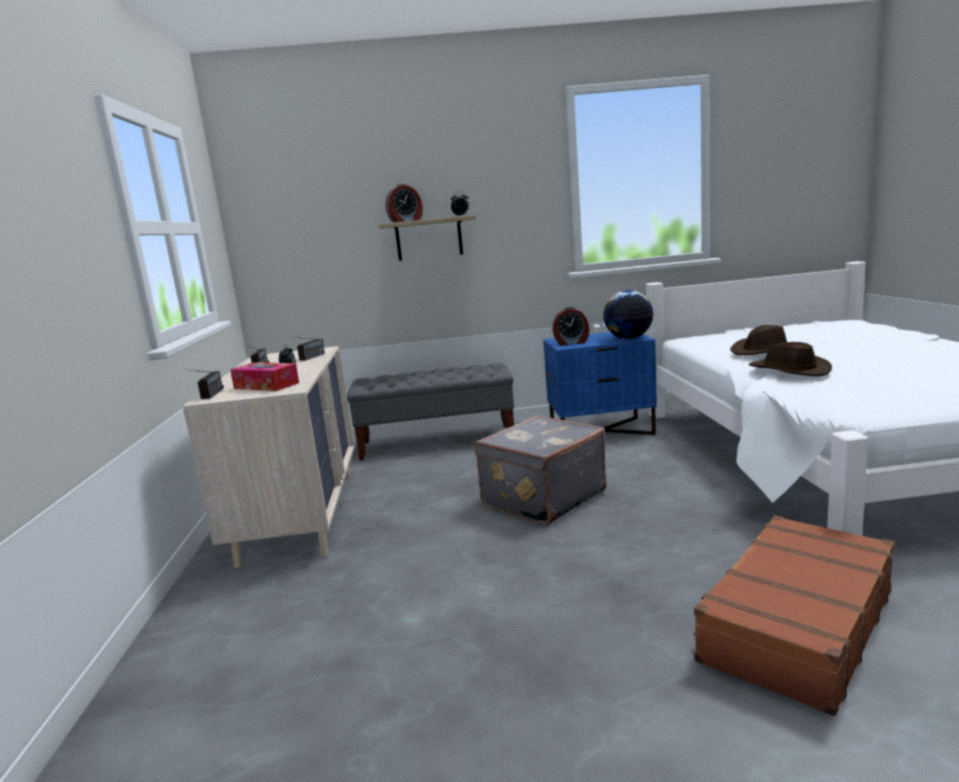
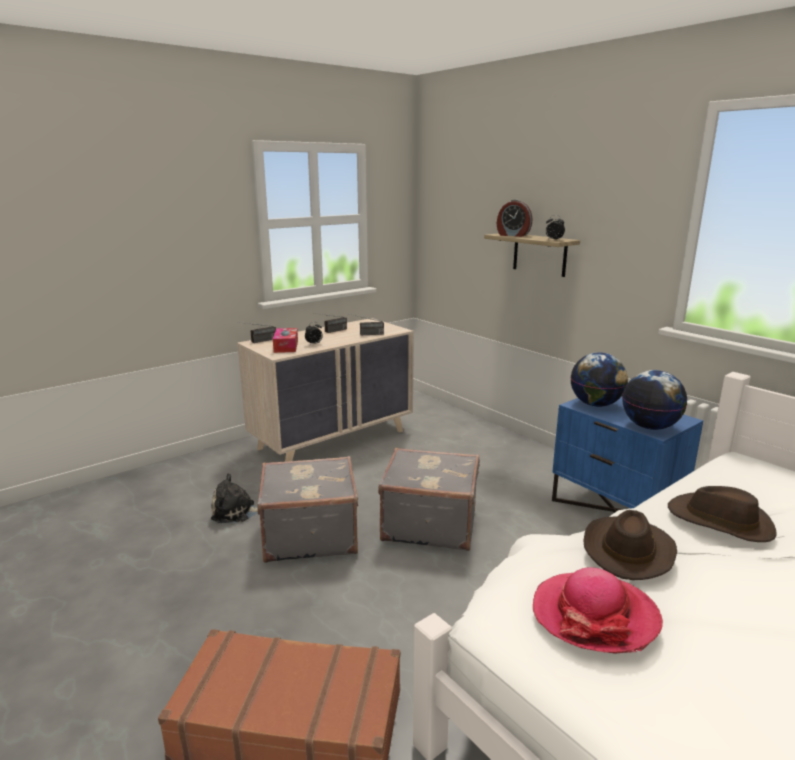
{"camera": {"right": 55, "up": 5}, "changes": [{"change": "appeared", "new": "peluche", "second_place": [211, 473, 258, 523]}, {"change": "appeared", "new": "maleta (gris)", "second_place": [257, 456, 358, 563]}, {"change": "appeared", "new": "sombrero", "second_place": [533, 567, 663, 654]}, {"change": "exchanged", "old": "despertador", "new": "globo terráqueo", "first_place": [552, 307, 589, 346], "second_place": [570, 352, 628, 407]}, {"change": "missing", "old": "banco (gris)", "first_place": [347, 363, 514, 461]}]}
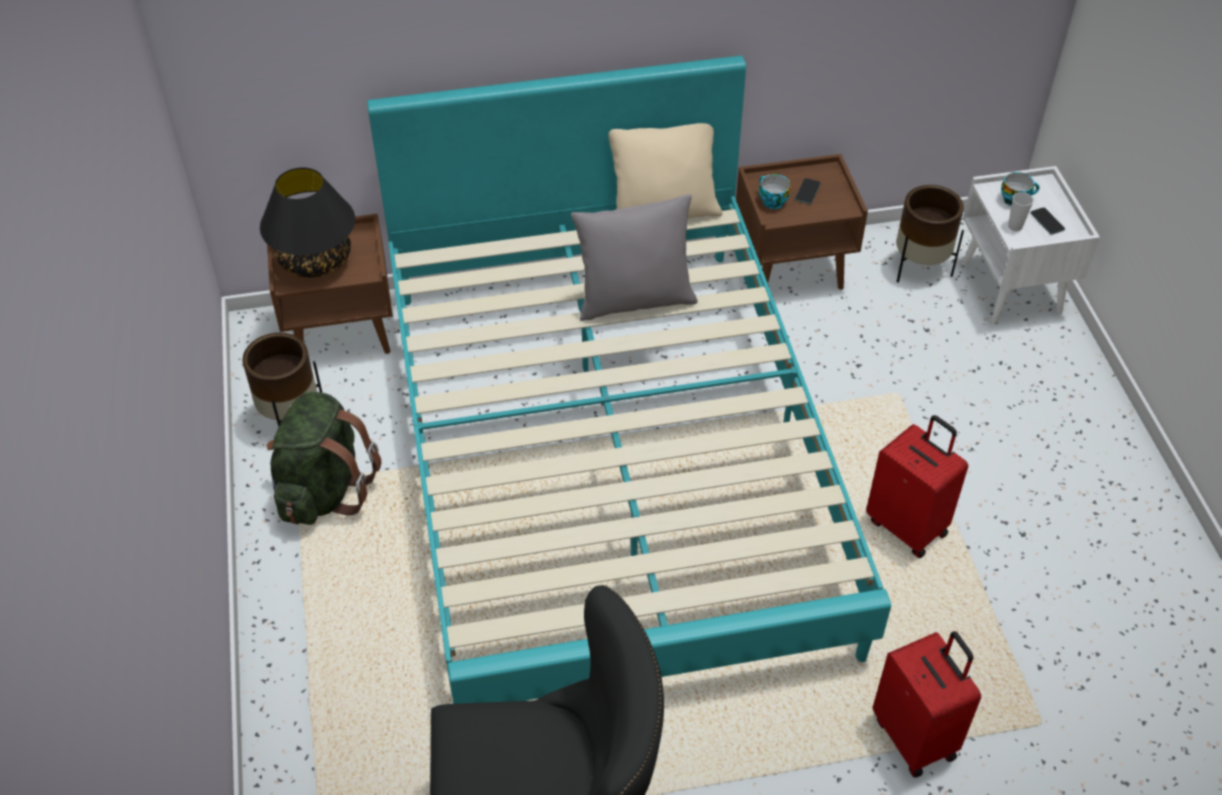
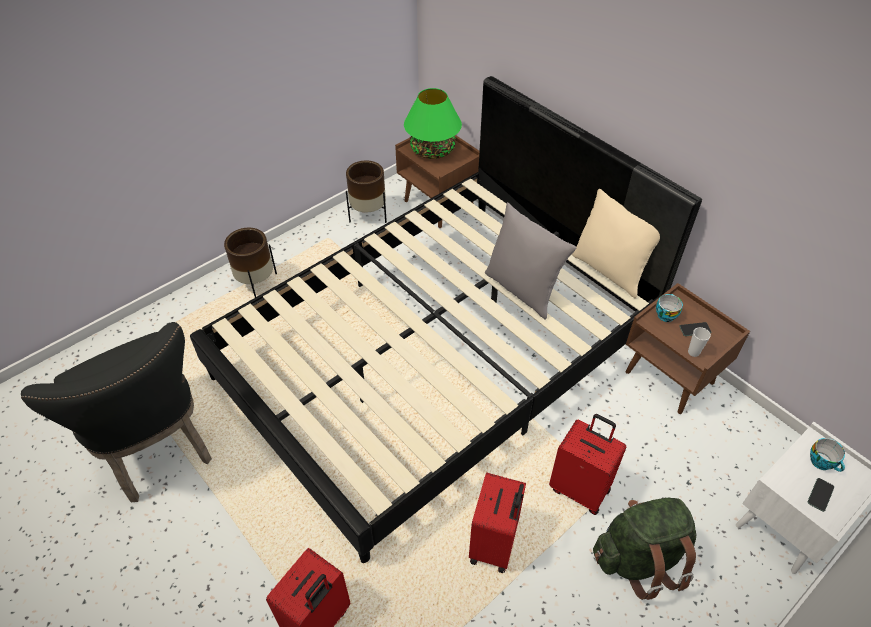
{"camera": {"right": 60, "up": 0}, "changes": [{"change": "colour", "old": "cama (turquesa)", "new": "cama (negro)", "first_place": [367, 56, 891, 704], "second_place": [190, 76, 702, 563]}, {"change": "relocated", "old": "maceta (marrón)", "first_place": [896, 185, 964, 283], "second_place": [224, 228, 277, 298]}, {"change": "colour", "old": "lámpara de mesa (negro)", "new": "lámpara de mesa (verde)", "first_place": [260, 167, 355, 278], "second_place": [404, 88, 462, 159]}, {"change": "appeared", "new": "maleta (rojo)", "second_place": [549, 414, 626, 515]}, {"change": "relocated", "old": "mochila (verde)", "first_place": [266, 392, 381, 525], "second_place": [593, 497, 697, 600]}, {"change": "relocated", "old": "taza", "first_place": [1008, 192, 1034, 231], "second_place": [688, 327, 711, 357]}]}
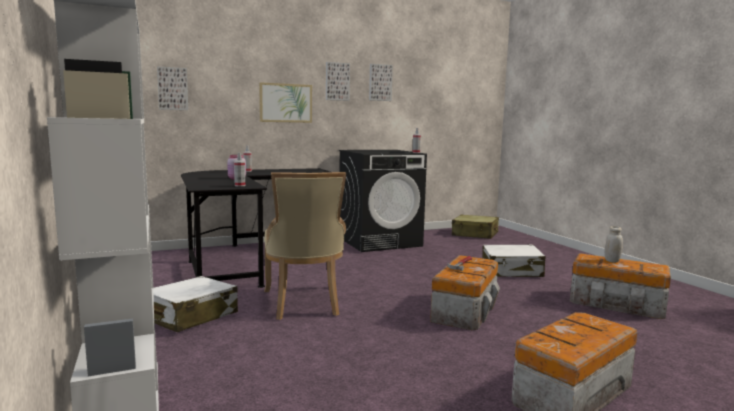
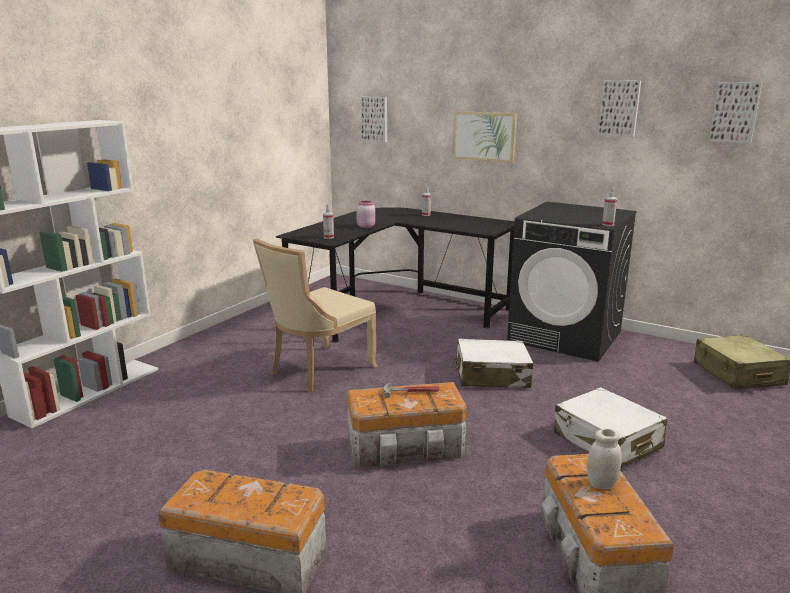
{"camera": {"right": 55, "up": 10}, "changes": [{"change": "relocated", "old": "maleta (blanco)", "first_place": [153, 276, 238, 332], "second_place": [453, 338, 533, 388]}, {"change": "relocated", "old": "cuadro", "first_place": [326, 62, 350, 101], "second_place": [709, 82, 762, 144]}]}
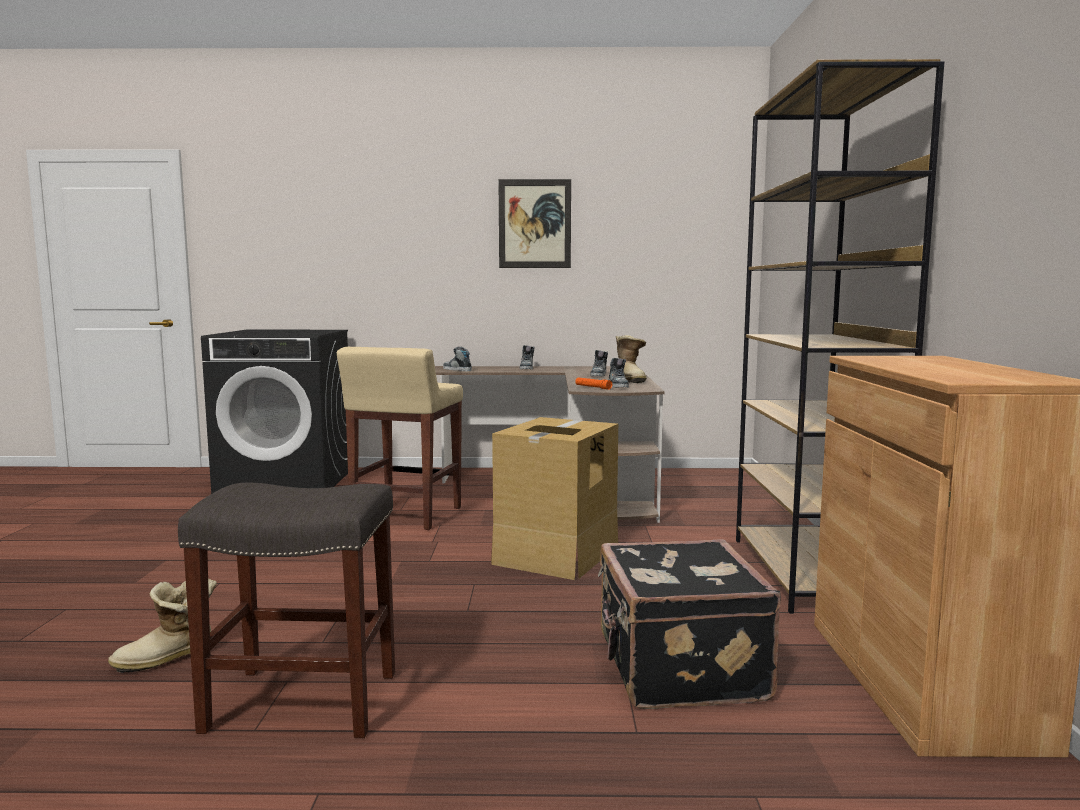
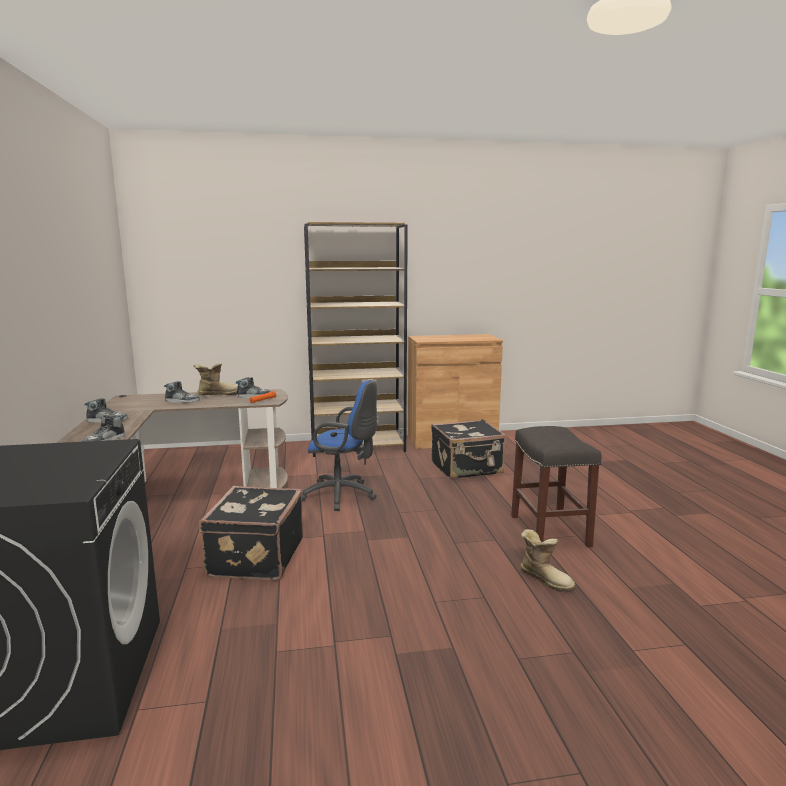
{"camera": {"right": -100, "up": 5}, "changes": [{"change": "exchanged", "old": "taburete (beis)", "new": "maleta (negro)", "first_place": [337, 347, 463, 530], "second_place": [199, 486, 303, 580]}, {"change": "exchanged", "old": "caja de cartón", "new": "silla de oficina (azul)", "first_place": [491, 417, 618, 580], "second_place": [302, 380, 377, 511]}, {"change": "missing", "old": "cuadro", "first_place": [498, 179, 571, 268]}]}
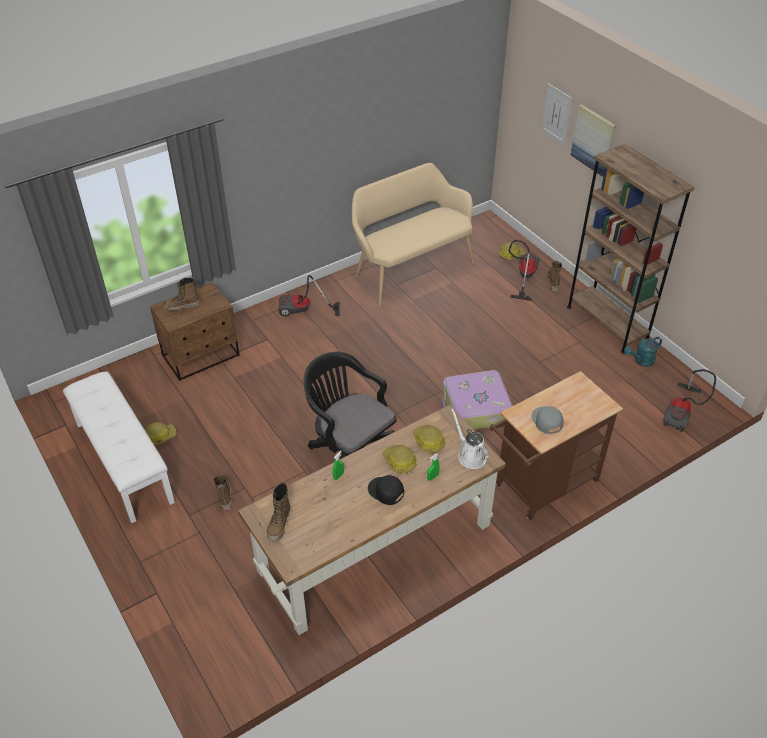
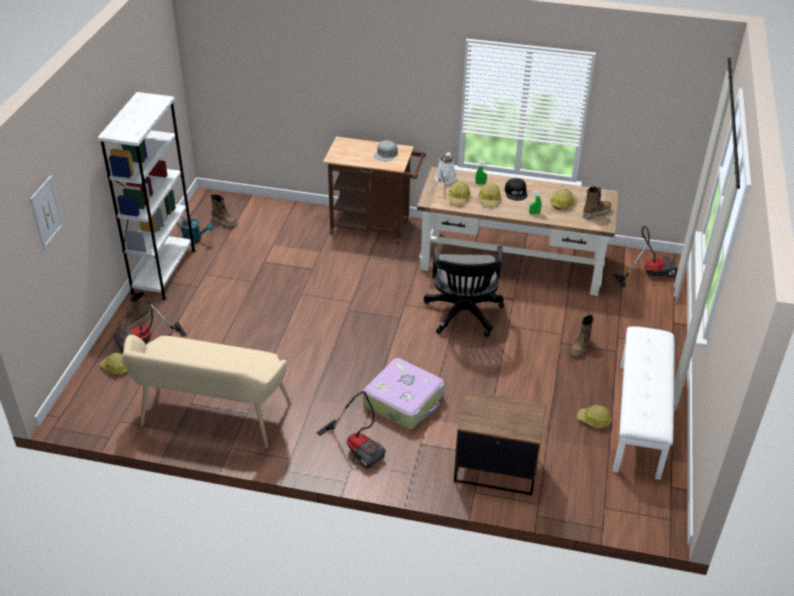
{"camera": {"right": -135, "up": -5}, "changes": [{"change": "colour", "old": "estantería (marrón)", "new": "estantería (blanco)", "first_place": [567, 144, 695, 353], "second_place": [97, 92, 196, 300]}, {"change": "relocated", "old": "bota", "first_place": [164, 277, 200, 311], "second_place": [210, 194, 237, 228]}, {"change": "relocated", "old": "maleta", "first_place": [442, 370, 513, 430], "second_place": [363, 358, 444, 429]}, {"change": "appeared", "new": "casco", "second_place": [550, 189, 578, 209]}, {"change": "relocated", "old": "aspiradora", "first_place": [663, 369, 716, 432], "second_place": [613, 226, 678, 288]}, {"change": "missing", "old": "cuadro", "first_place": [571, 104, 616, 177]}]}
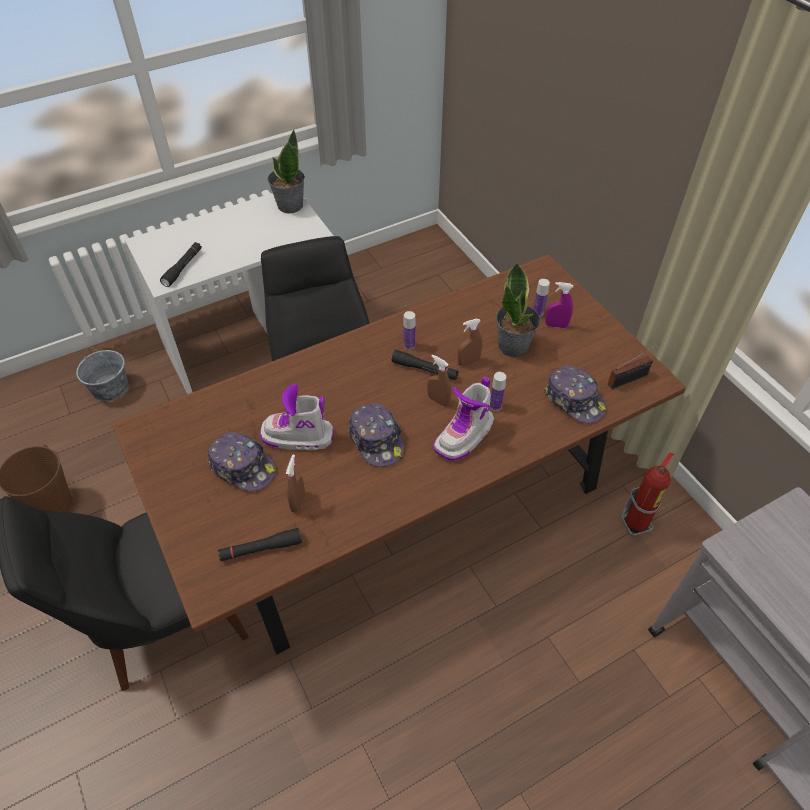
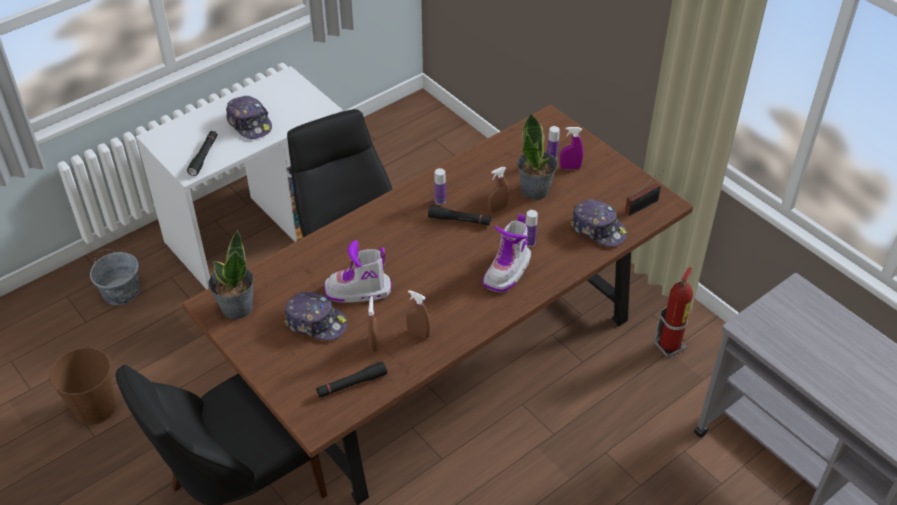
{"camera": {"right": -10, "up": -5}, "changes": [{"change": "relocated", "old": "planta en maceta", "first_place": [267, 130, 305, 214], "second_place": [209, 230, 254, 320]}, {"change": "relocated", "old": "gorra", "first_place": [348, 403, 405, 467], "second_place": [226, 96, 272, 139]}, {"change": "relocated", "old": "pulverizador (marrón)", "first_place": [427, 354, 451, 406], "second_place": [406, 290, 431, 339]}]}
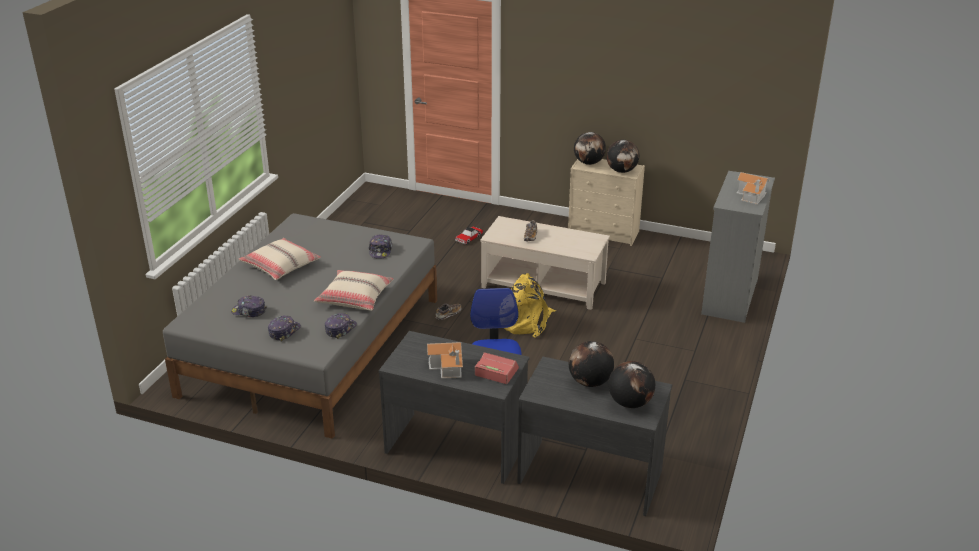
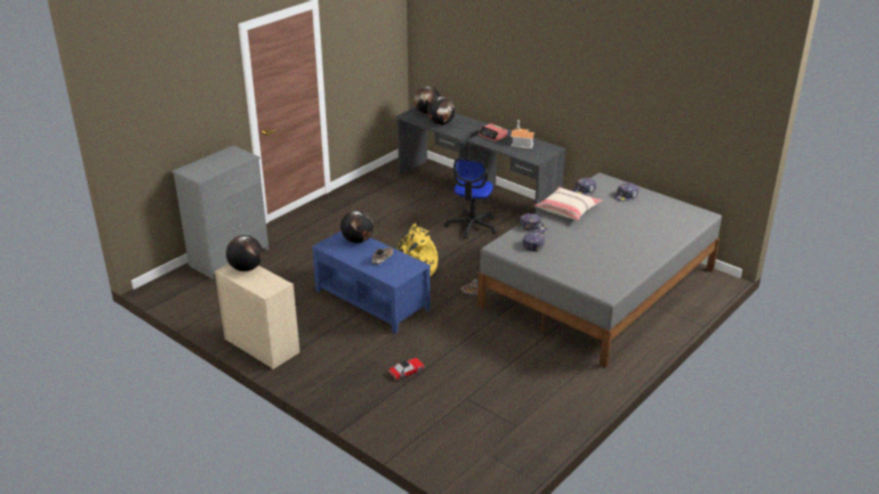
{"camera": {"right": -160, "up": 0}, "changes": [{"change": "colour", "old": "mesa de centro (beis)", "new": "mesa de centro (azul)", "first_place": [480, 216, 610, 310], "second_place": [312, 231, 431, 334]}, {"change": "relocated", "old": "globo terráqueo", "first_place": [574, 132, 606, 165], "second_place": [340, 210, 373, 243]}, {"change": "relocated", "old": "gorra", "first_place": [231, 295, 267, 317], "second_place": [518, 213, 547, 233]}, {"change": "missing", "old": "cojín (beis)", "first_place": [238, 238, 321, 280]}, {"change": "missing", "old": "casita", "first_place": [737, 172, 770, 205]}]}
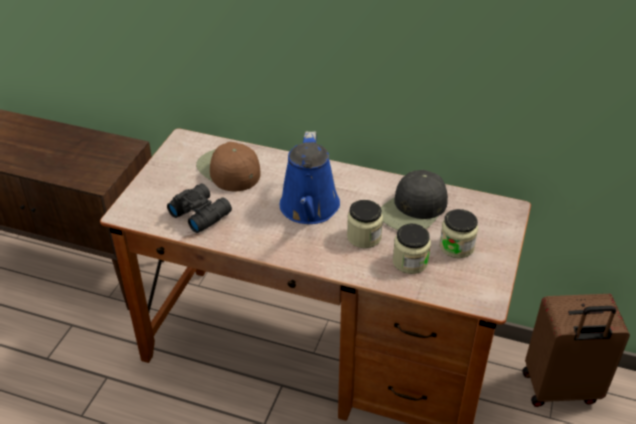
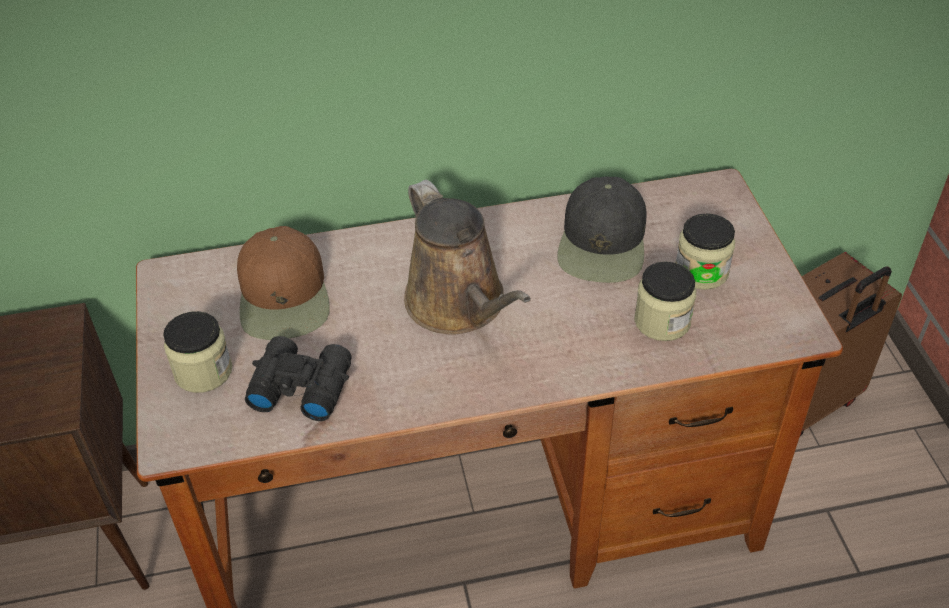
{"camera": {"right": -30, "up": 5}, "changes": [{"change": "relocated", "old": "tarro", "first_place": [347, 200, 383, 248], "second_place": [163, 311, 232, 393]}, {"change": "spun", "old": "gorra (marrón)", "first_place": [196, 142, 260, 191], "second_place": [237, 226, 330, 340], "degrees": -120}, {"change": "colour", "old": "regadera (azul)", "new": "regadera (marrón)", "first_place": [280, 131, 340, 224], "second_place": [404, 180, 531, 335]}]}
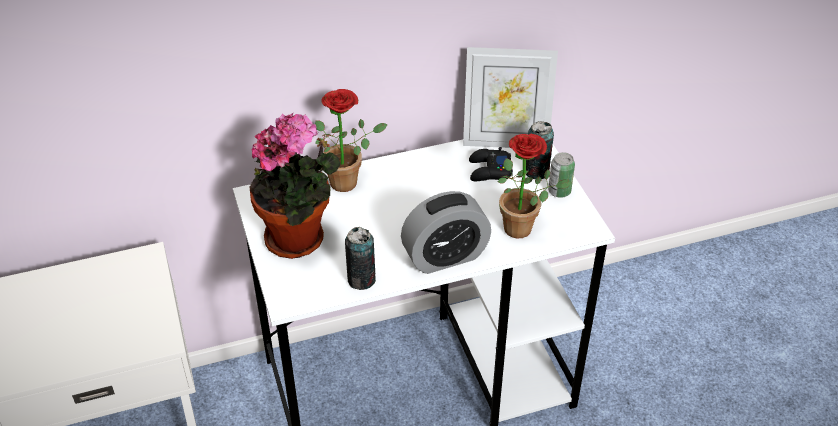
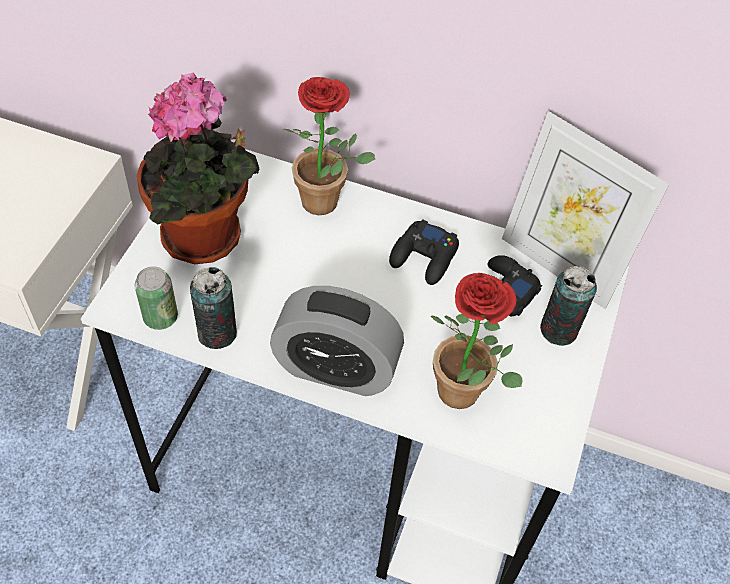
{"camera": {"right": 35, "up": 10}, "changes": [{"change": "relocated", "old": "lata", "first_place": [548, 152, 575, 198], "second_place": [135, 266, 178, 330]}, {"change": "appeared", "new": "mando de consola (negro)", "second_place": [389, 219, 459, 285]}]}
